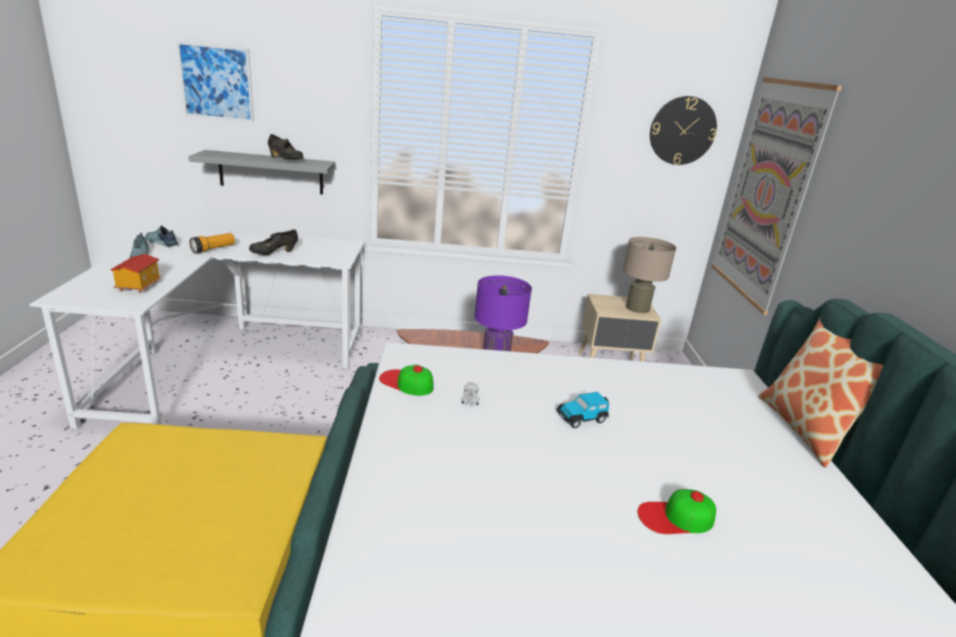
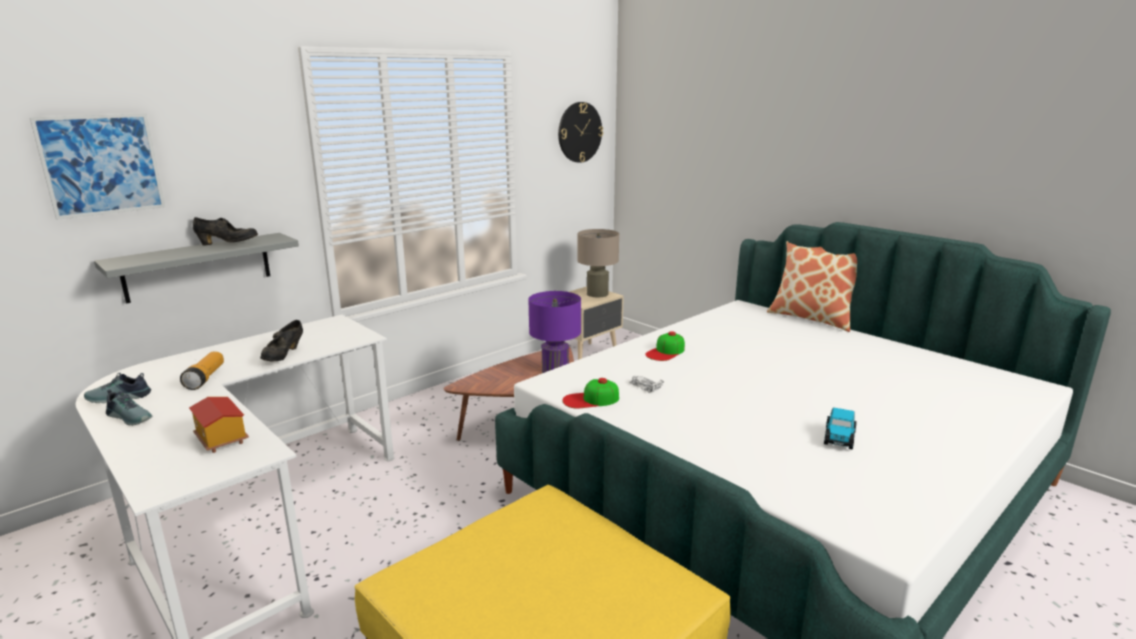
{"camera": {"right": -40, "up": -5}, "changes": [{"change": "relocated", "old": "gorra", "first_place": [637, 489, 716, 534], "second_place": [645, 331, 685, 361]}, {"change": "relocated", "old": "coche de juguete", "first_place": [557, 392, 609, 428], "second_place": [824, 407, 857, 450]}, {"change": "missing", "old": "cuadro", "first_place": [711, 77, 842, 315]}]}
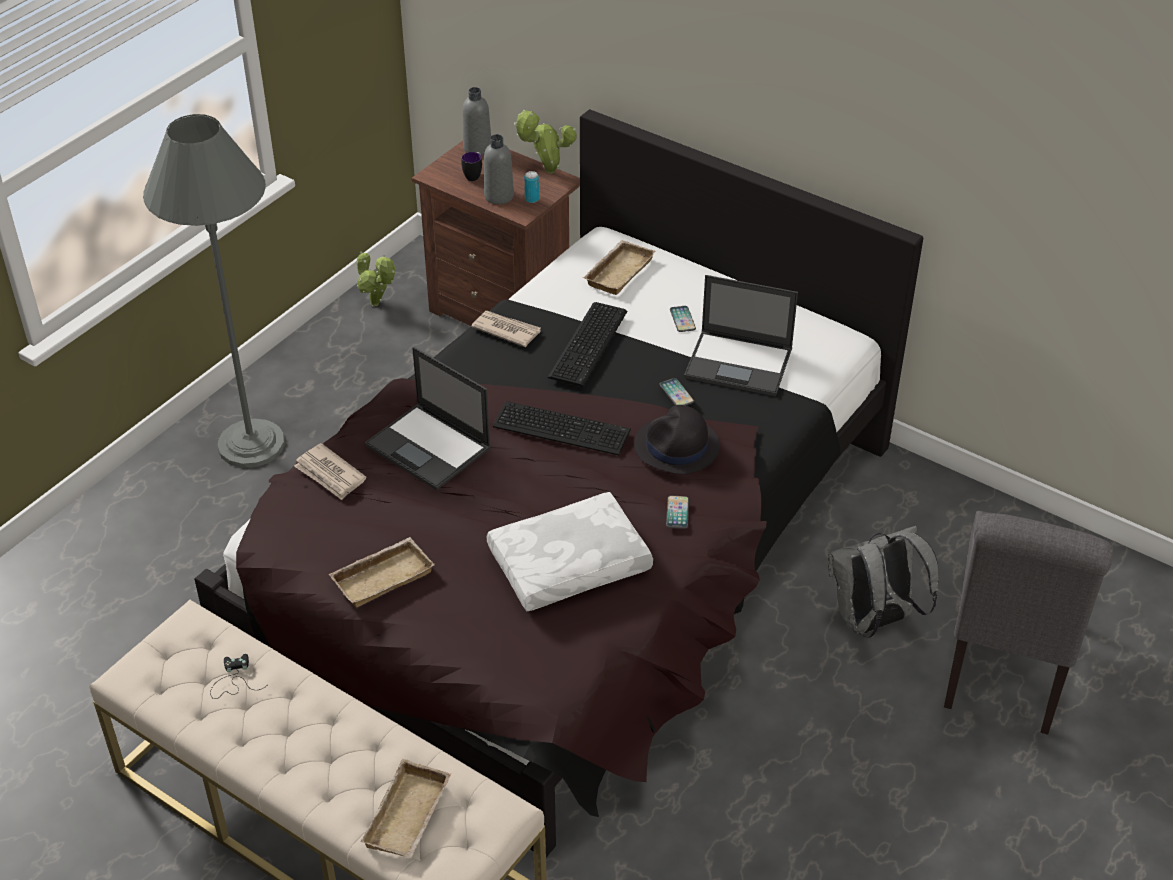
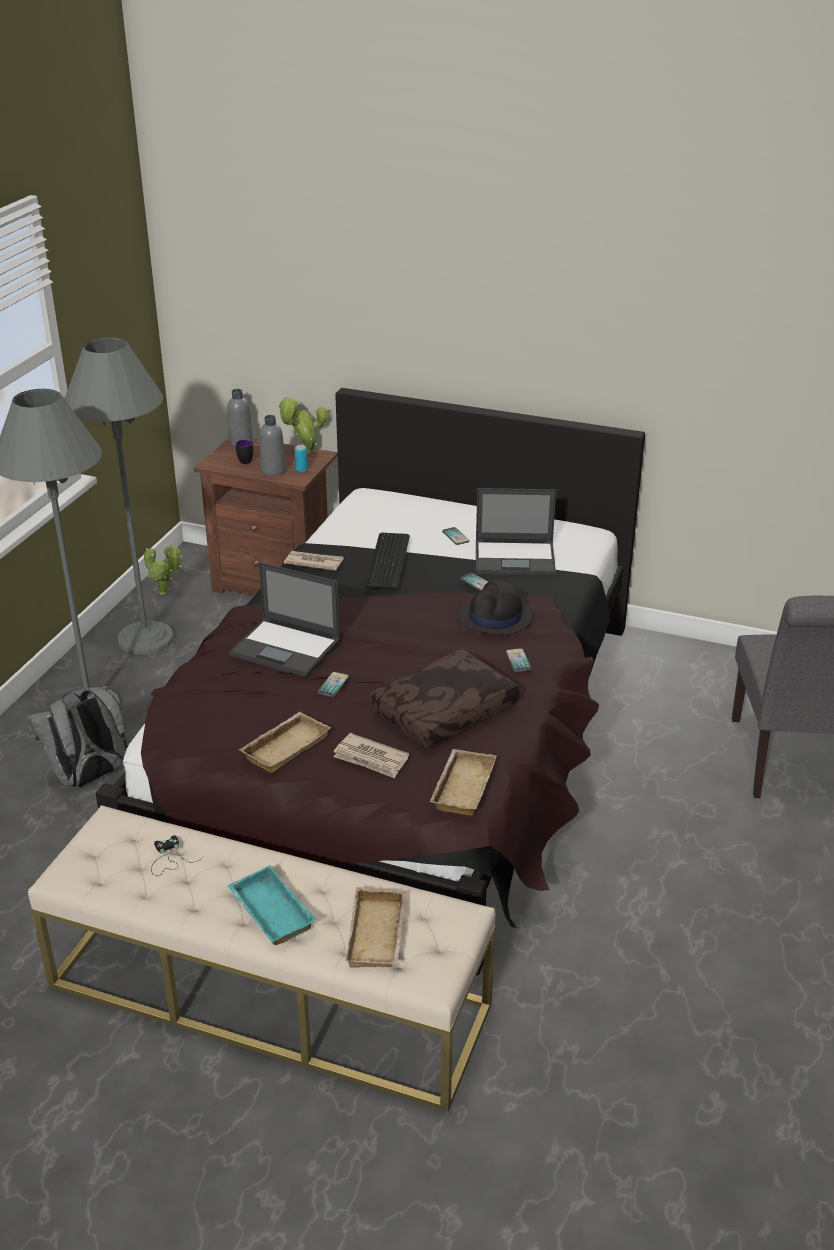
{"camera": {"right": -15, "up": -10}, "changes": [{"change": "relocated", "old": "mochila (gris)", "first_place": [828, 526, 939, 638], "second_place": [27, 686, 128, 789]}, {"change": "appeared", "new": "lámpara de pie (gris)", "second_place": [64, 337, 174, 654]}, {"change": "appeared", "new": "bandeja (turquesa)", "second_place": [227, 865, 316, 945]}, {"change": "appeared", "new": "móvil", "second_place": [318, 672, 349, 697]}, {"change": "relocated", "old": "periódico", "first_place": [294, 443, 367, 500], "second_place": [333, 733, 409, 778]}, {"change": "colour", "old": "cojín (blanco)", "new": "cojín (marrón)", "first_place": [487, 492, 653, 611], "second_place": [370, 649, 520, 749]}, {"change": "relocated", "old": "bandeja (beis)", "first_place": [583, 240, 656, 295], "second_place": [430, 749, 497, 815]}, {"change": "missing", "old": "teclado", "first_place": [493, 401, 631, 455]}]}
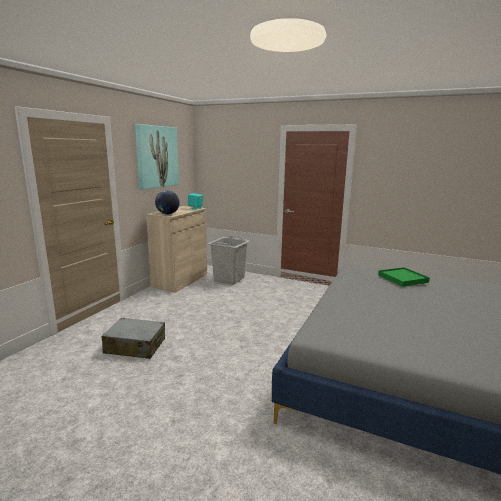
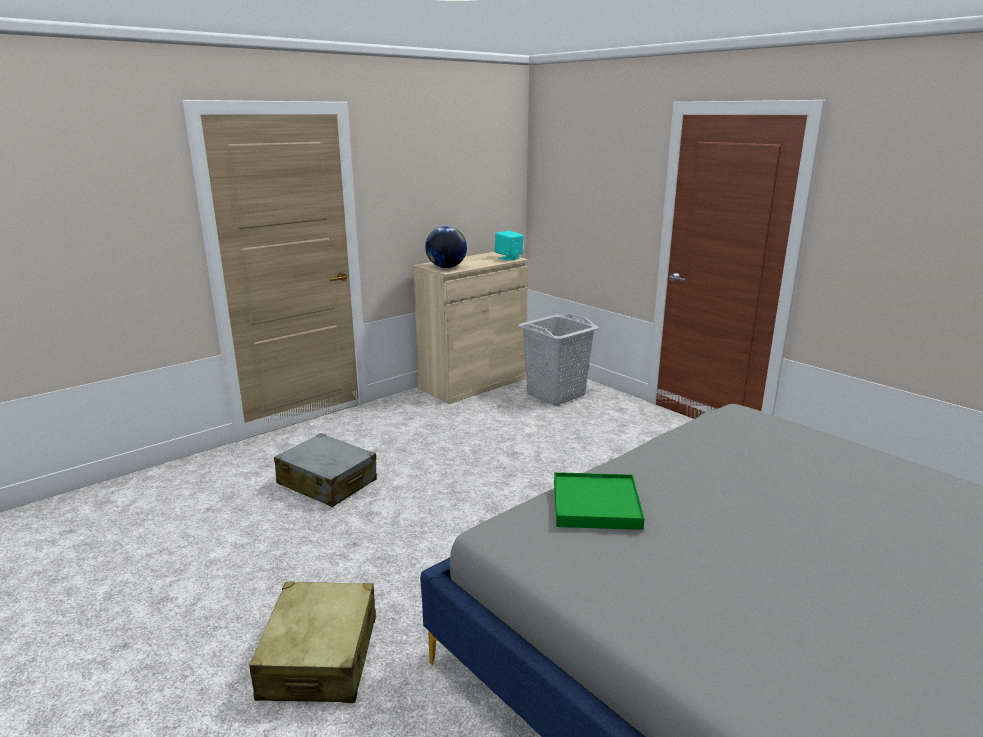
{"camera": {"right": 25, "up": 5}, "changes": [{"change": "appeared", "new": "maleta (beis)", "second_place": [249, 582, 376, 703]}, {"change": "relocated", "old": "bandeja (verde)", "first_place": [378, 267, 430, 287], "second_place": [554, 472, 645, 530]}, {"change": "missing", "old": "cuadro", "first_place": [135, 124, 179, 190]}]}
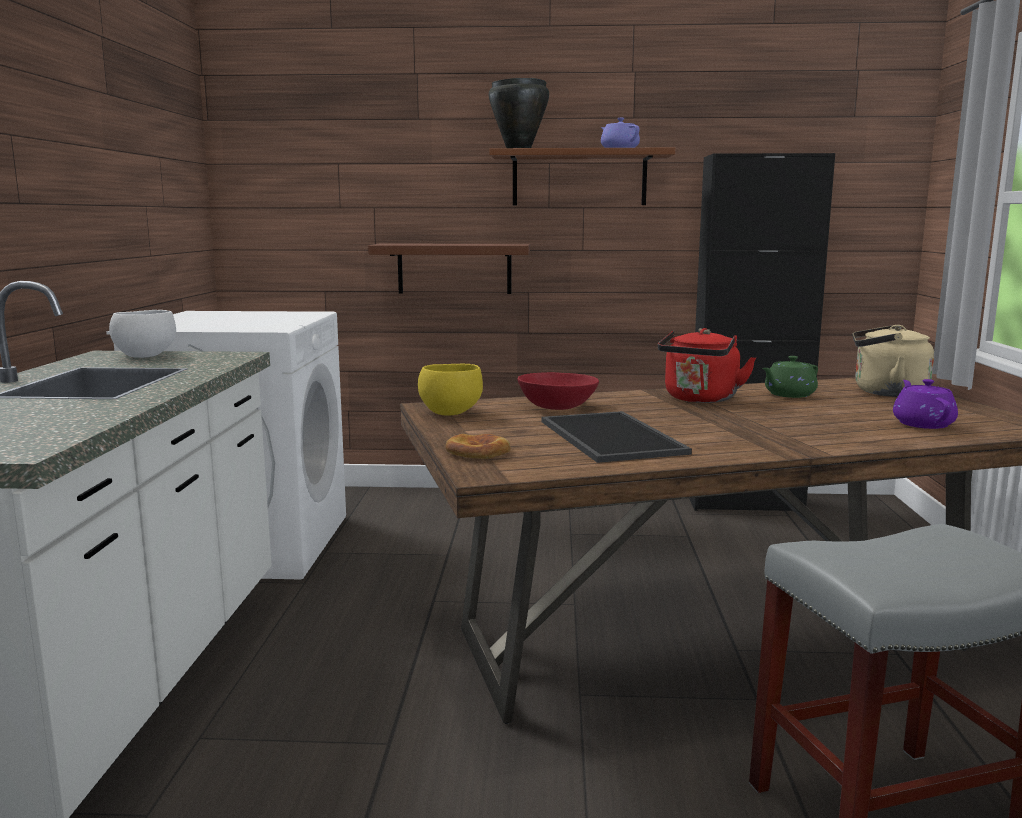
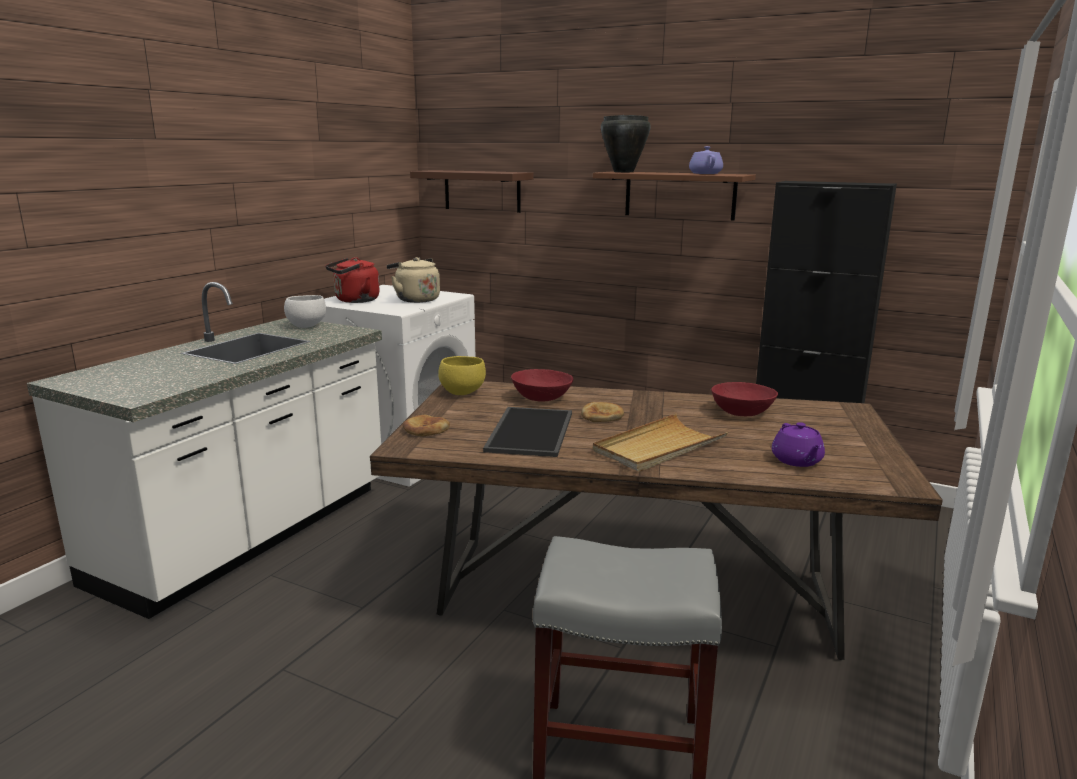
{"camera": {"right": 25, "up": 5}, "changes": [{"change": "relocated", "old": "hervidor (rojo)", "first_place": [658, 328, 756, 403], "second_place": [325, 257, 380, 303]}, {"change": "relocated", "old": "hervidor (beis)", "first_place": [853, 325, 934, 397], "second_place": [387, 257, 440, 303]}, {"change": "relocated", "old": "estante (marrón)", "first_place": [368, 244, 530, 294], "second_place": [410, 170, 533, 213]}, {"change": "appeared", "new": "pan", "second_place": [581, 402, 624, 422]}, {"change": "appeared", "new": "bandeja (beis)", "second_place": [593, 414, 728, 472]}, {"change": "exchanged", "old": "tetera (verde)", "new": "cuenco (rojo)", "first_place": [762, 356, 818, 398], "second_place": [711, 382, 778, 416]}, {"change": "spun", "old": "tetera (morado)", "first_place": [893, 379, 958, 429], "second_place": [772, 422, 825, 467], "degrees": 150}]}
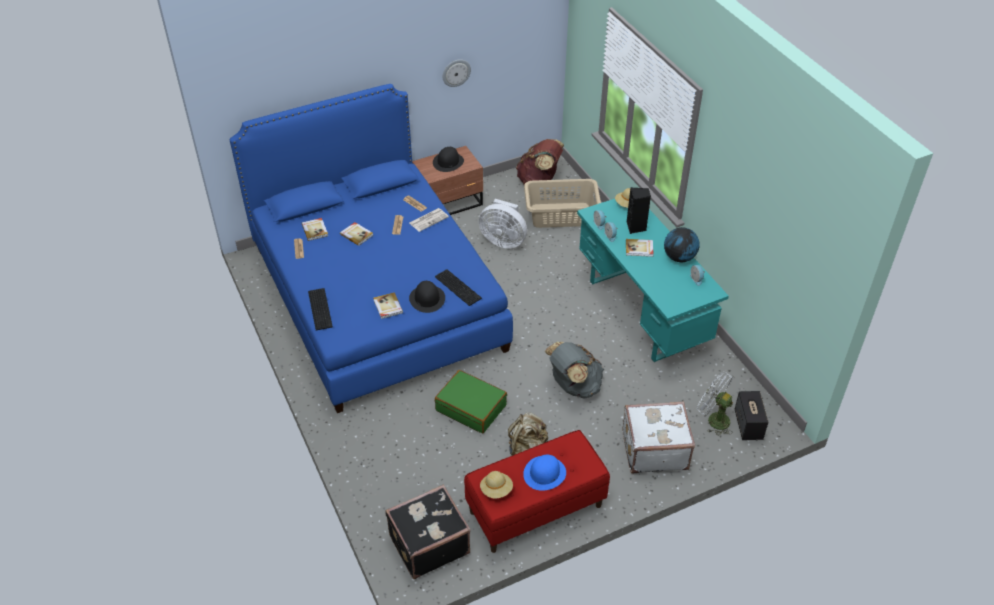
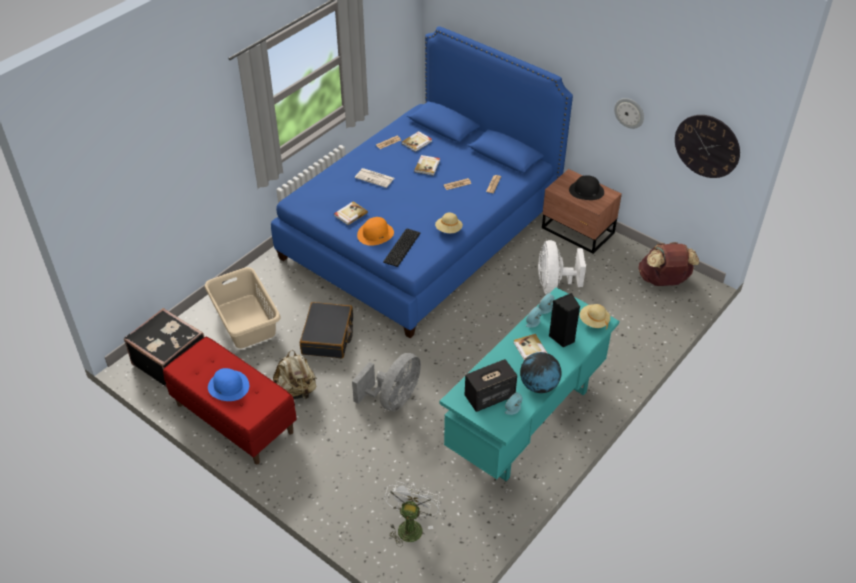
{"camera": {"right": 65, "up": 0}, "changes": [{"change": "relocated", "old": "cesto de la ropa (beis)", "first_place": [524, 179, 601, 228], "second_place": [205, 267, 281, 348]}, {"change": "colour", "old": "maleta (verde)", "new": "maleta (negro)", "first_place": [435, 370, 507, 433], "second_place": [300, 302, 353, 358]}, {"change": "exchanged", "old": "mochila (gris)", "new": "ventilador (gris)", "first_place": [544, 342, 604, 398], "second_place": [352, 353, 421, 411]}, {"change": "relocated", "old": "periódico", "first_place": [410, 208, 449, 232], "second_place": [355, 168, 394, 188]}, {"change": "colour", "old": "sombrero (negro)", "new": "sombrero (naranja)", "first_place": [409, 281, 445, 313], "second_place": [357, 217, 394, 246]}, {"change": "relocated", "old": "sombrero (beis)", "first_place": [480, 471, 513, 499], "second_place": [435, 212, 463, 233]}, {"change": "relocated", "old": "altavoz", "first_place": [735, 391, 768, 440], "second_place": [465, 359, 517, 412]}, {"change": "appeared", "new": "reloj de pared", "second_place": [675, 115, 740, 178]}, {"change": "missing", "old": "teclado", "first_place": [308, 288, 333, 330]}, {"change": "missing", "old": "maleta (blanco)", "first_place": [622, 401, 695, 473]}]}
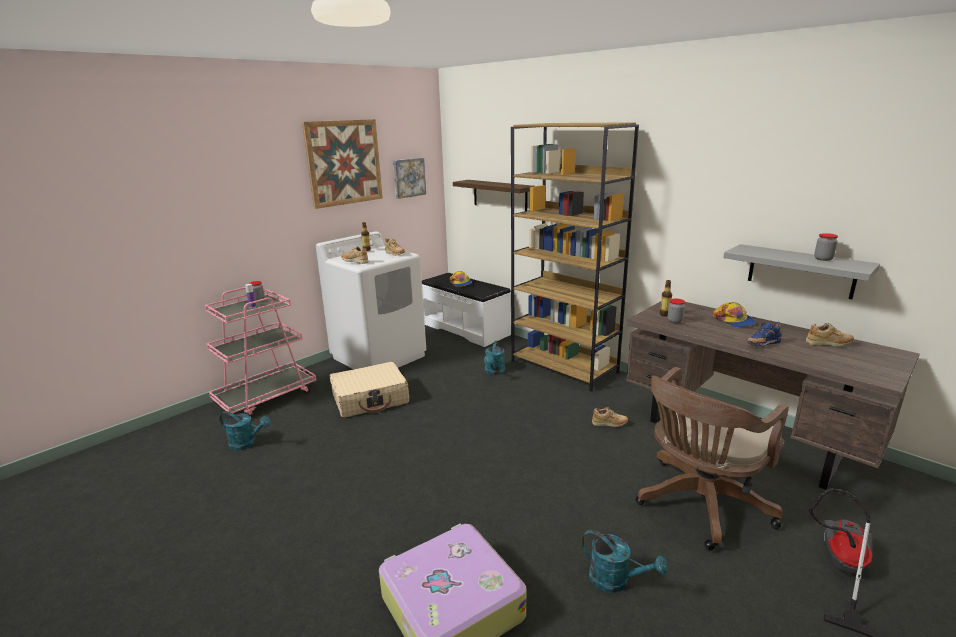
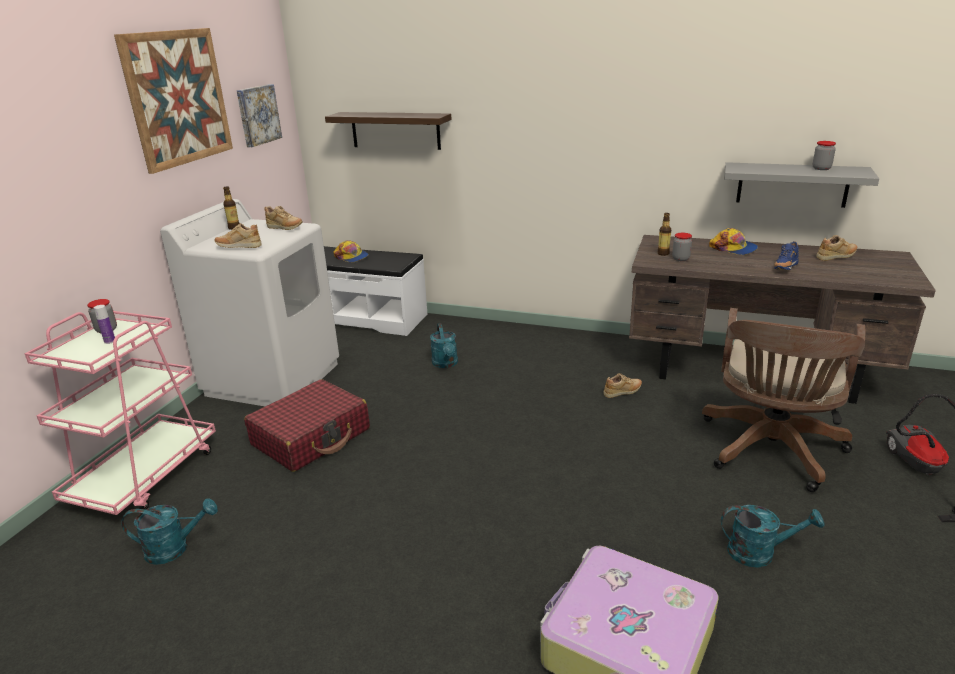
{"camera": {"right": -25, "up": 5}, "changes": [{"change": "colour", "old": "maleta (beis)", "new": "maleta (rojo)", "first_place": [330, 362, 409, 418], "second_place": [244, 379, 370, 472]}, {"change": "missing", "old": "estantería (marrón)", "first_place": [511, 122, 639, 392]}]}
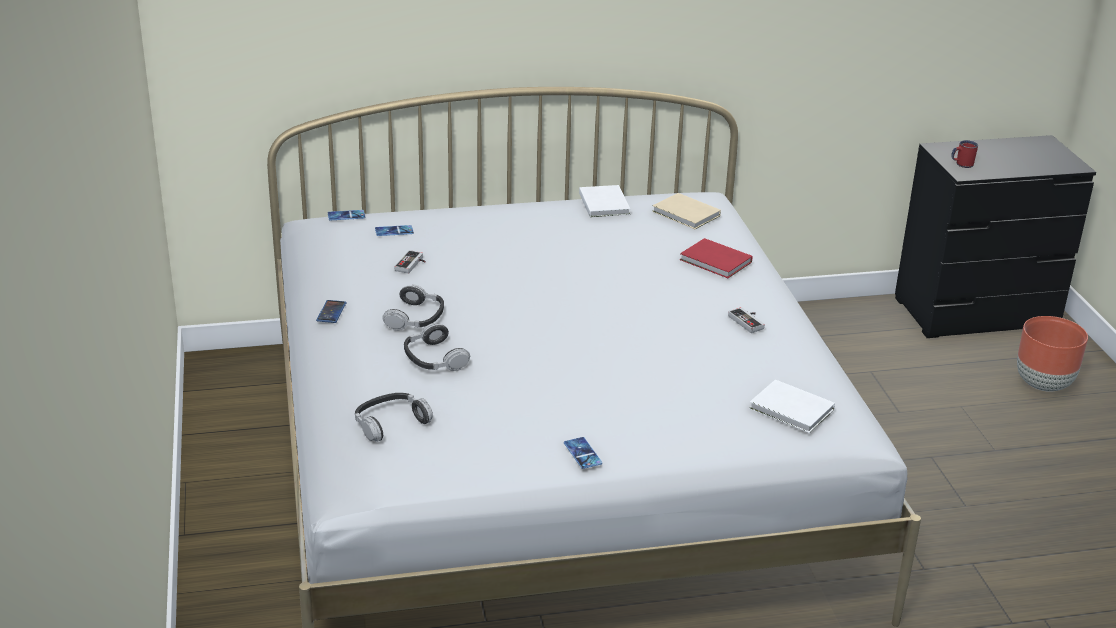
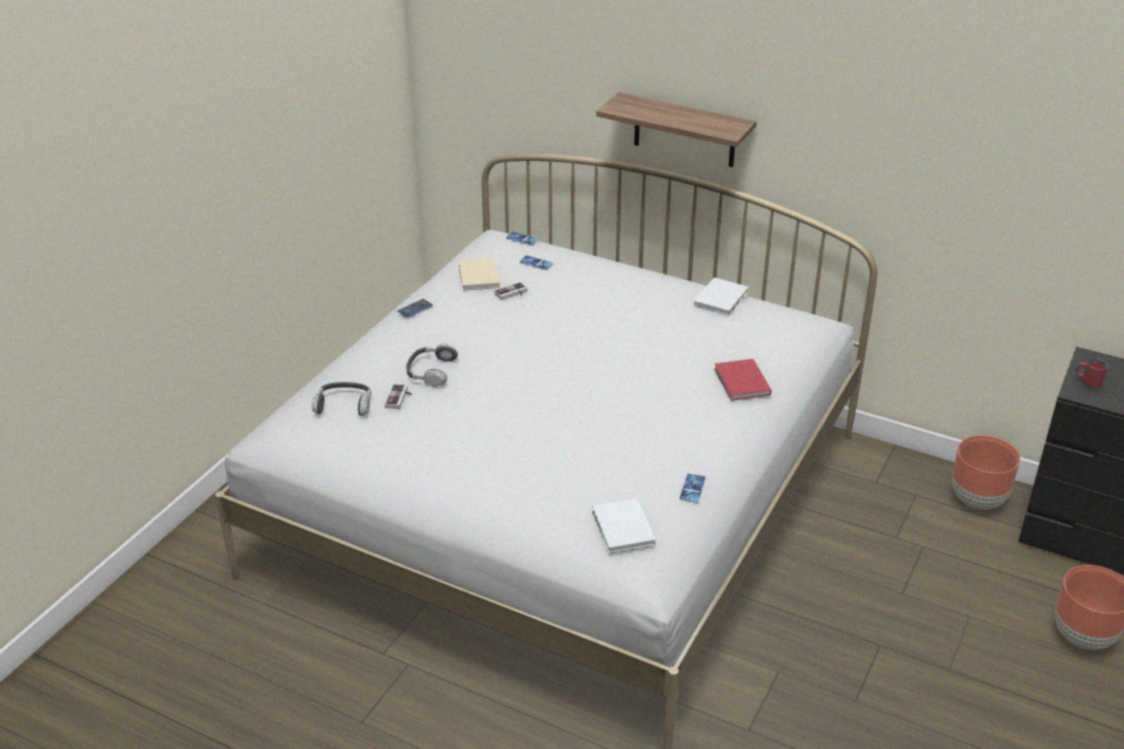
{"camera": {"right": 40, "up": 5}, "changes": [{"change": "relocated", "old": "mando de consola", "first_place": [728, 307, 765, 333], "second_place": [385, 384, 412, 409]}, {"change": "relocated", "old": "libro (beis)", "first_place": [652, 193, 721, 229], "second_place": [458, 258, 500, 291]}, {"change": "appeared", "new": "estante", "second_place": [596, 92, 757, 167]}, {"change": "relocated", "old": "móvil", "first_place": [564, 437, 602, 469], "second_place": [679, 473, 706, 503]}, {"change": "appeared", "new": "maceta (marrón)", "second_place": [952, 435, 1020, 510]}, {"change": "missing", "old": "auriculares", "first_place": [382, 284, 444, 331]}]}
